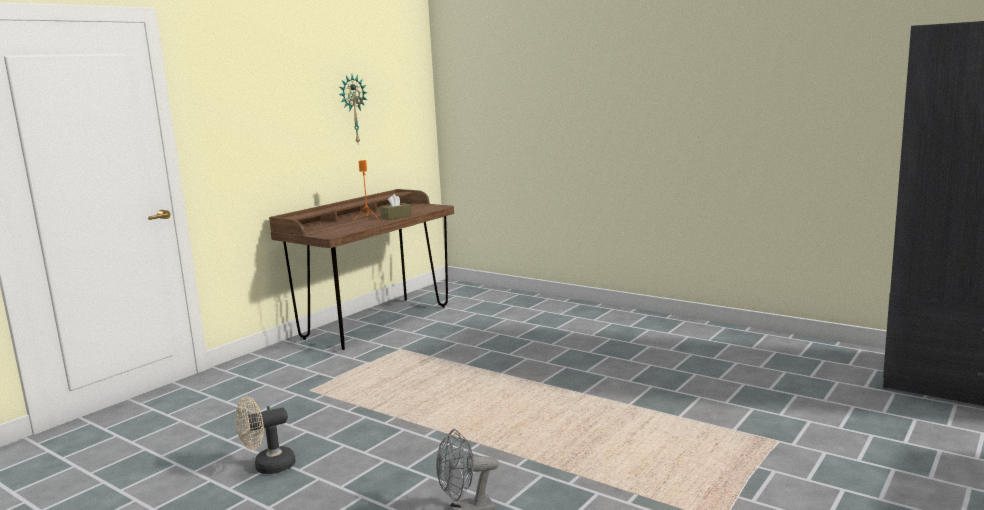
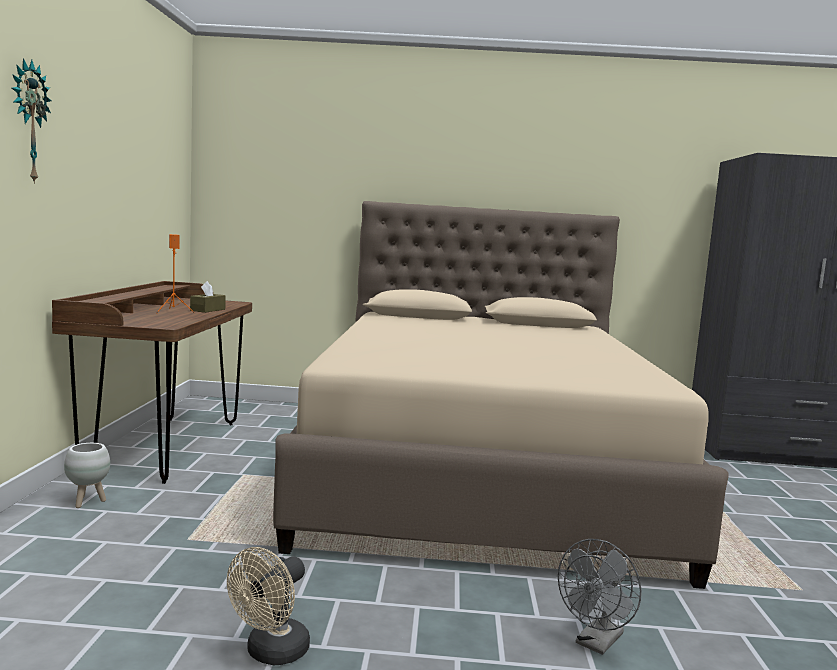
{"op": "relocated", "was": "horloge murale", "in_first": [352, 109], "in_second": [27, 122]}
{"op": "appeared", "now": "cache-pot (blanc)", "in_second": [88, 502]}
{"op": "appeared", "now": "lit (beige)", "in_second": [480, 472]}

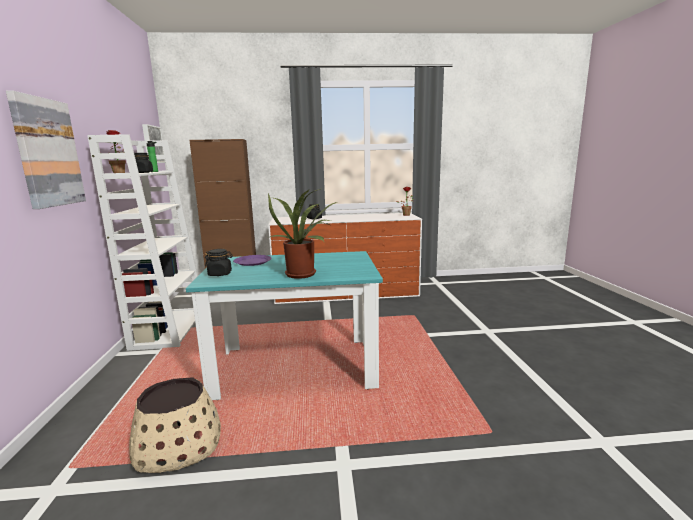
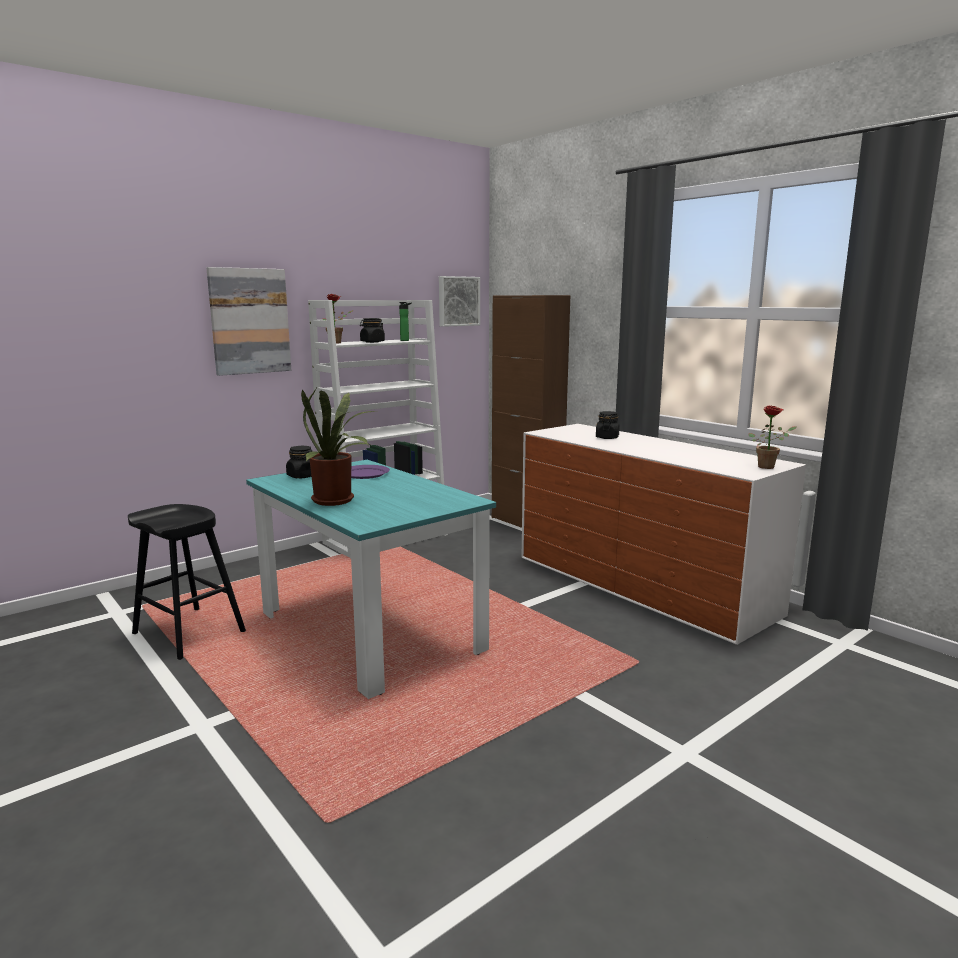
{"op": "exchanged", "was": "cache-pot (beige)", "now": "tabouret (noir)", "in_first": [178, 446], "in_second": [189, 632]}

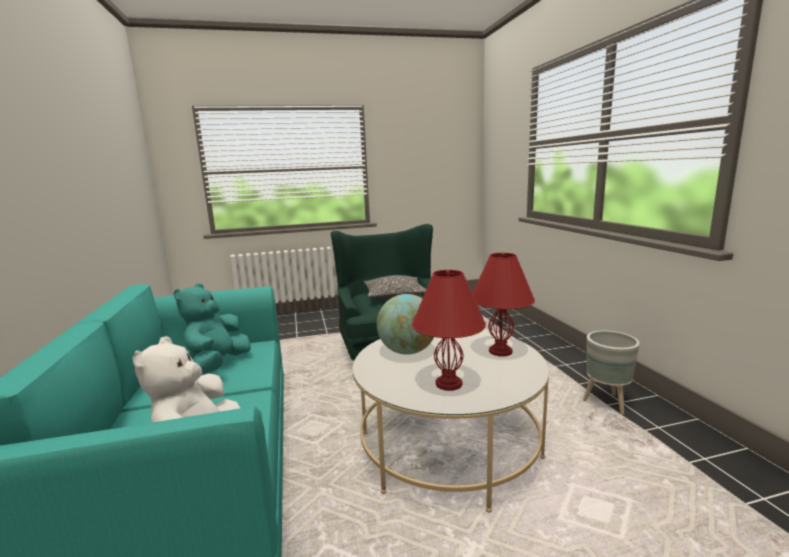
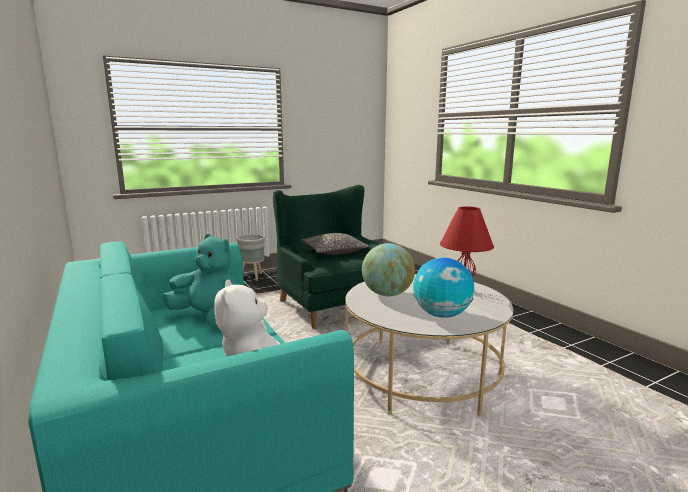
{"op": "spun", "was": "peluche (turquoise)", "in_first": [218, 365], "in_second": [208, 318], "clockwise": 120}
{"op": "relocated", "was": "cache-pot (gris)", "in_first": [607, 403], "in_second": [253, 277]}
{"op": "exchanged", "was": "lampe de table (rouge)", "now": "globe", "in_first": [449, 384], "in_second": [441, 315]}

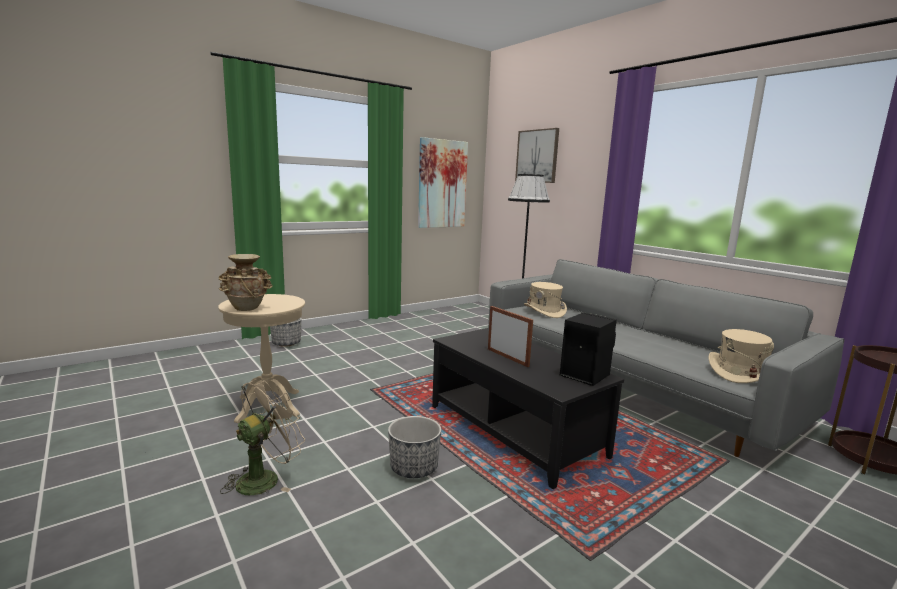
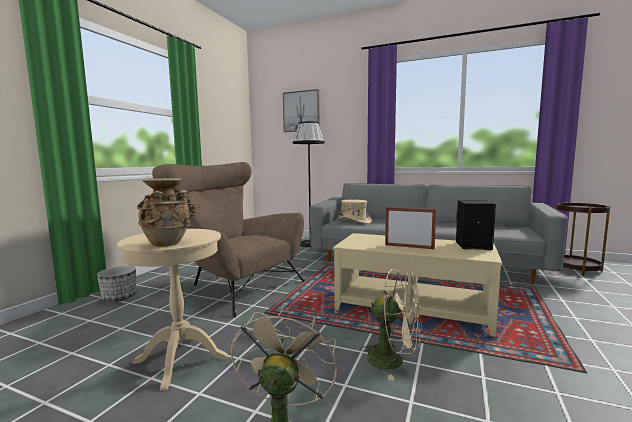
{"op": "appeared", "now": "fauteuil (marron)", "in_second": [234, 286]}
{"op": "colour", "was": "table basse (noir)", "now": "table basse (beige)", "in_first": [515, 430], "in_second": [412, 307]}
{"op": "exchanged", "was": "cache-pot", "now": "ventilateur (beige)", "in_first": [414, 468], "in_second": [393, 361]}
{"op": "missing", "was": "tableau", "in_first": [442, 184]}
{"op": "missing", "was": "chapeau (beige)", "in_first": [739, 372]}

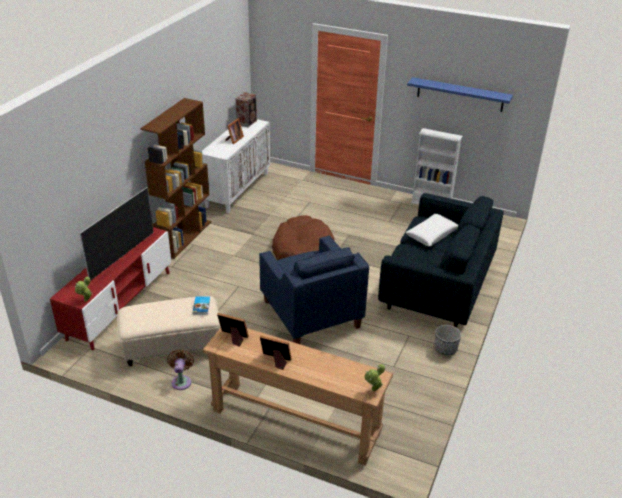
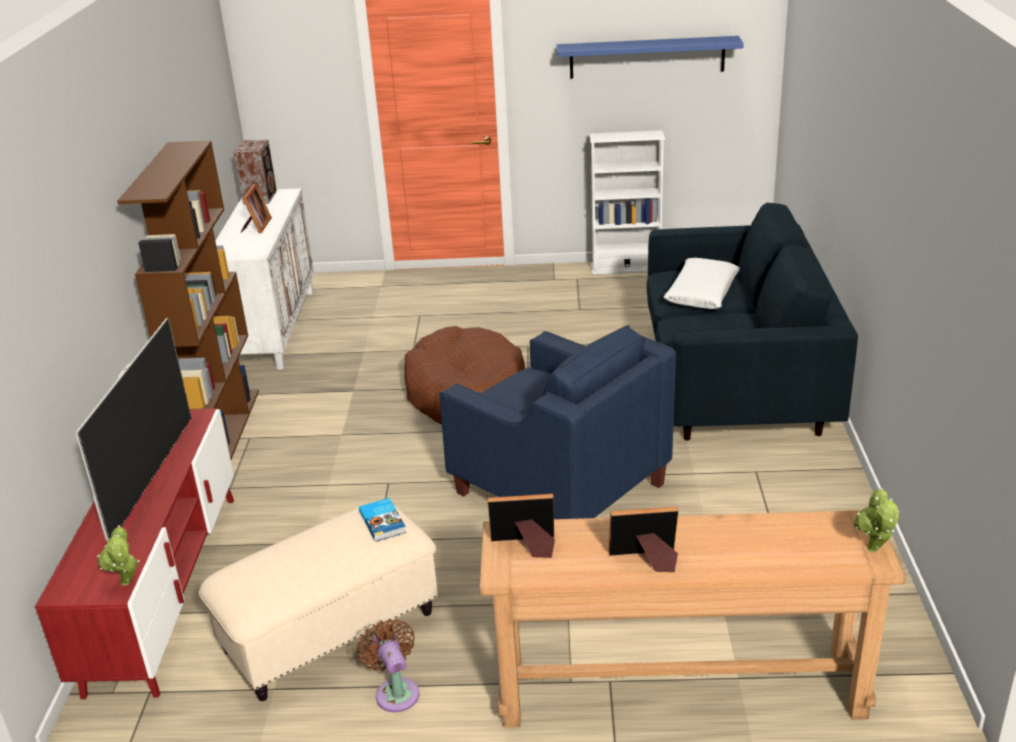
{"op": "missing", "was": "cache-pot", "in_first": [445, 349]}

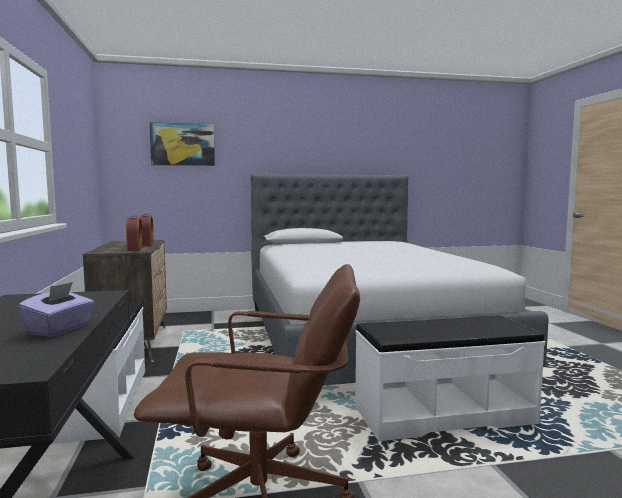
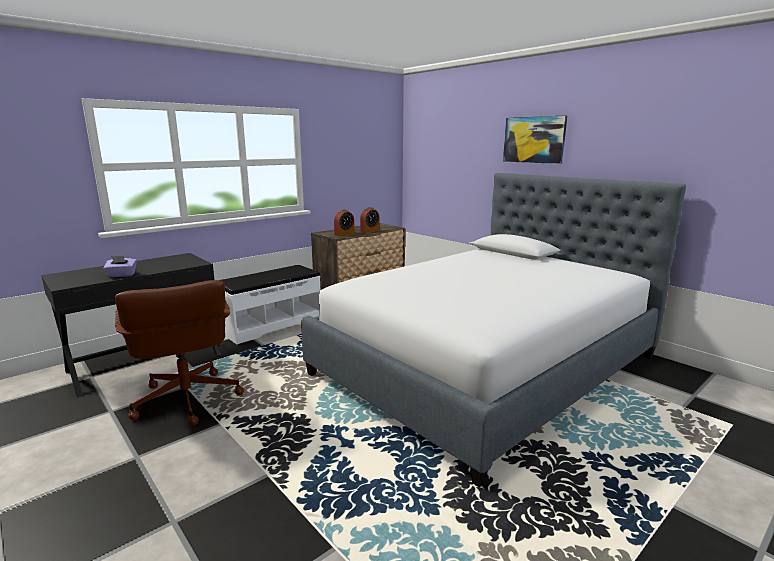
{"op": "relocated", "was": "tableau", "in_first": [182, 144], "in_second": [534, 140]}
{"op": "missing", "was": "banc (blanc)", "in_first": [442, 415]}

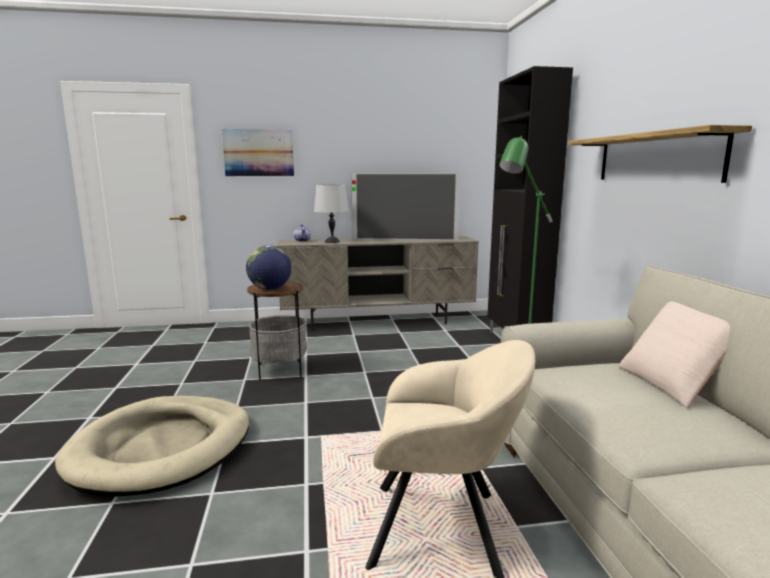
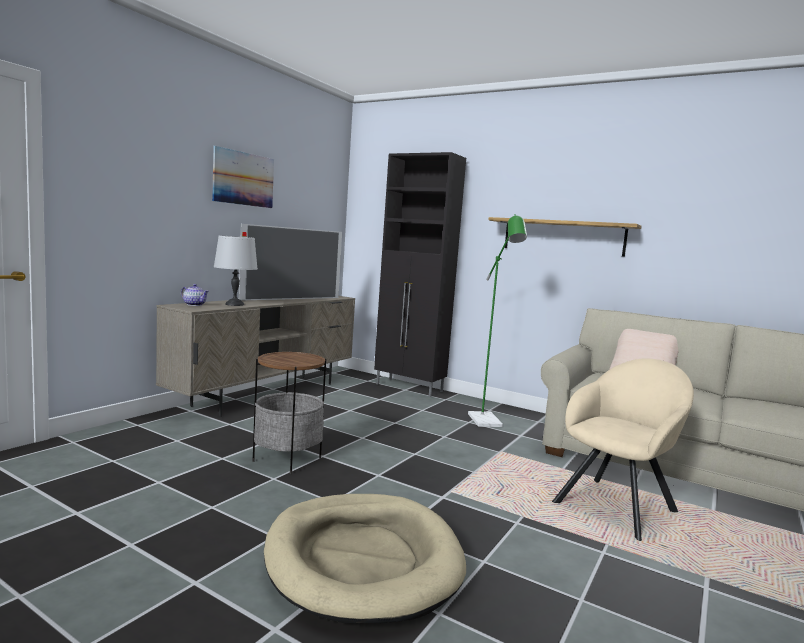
{"op": "relocated", "was": "tableau", "in_first": [258, 153], "in_second": [244, 179]}
{"op": "missing", "was": "globe", "in_first": [270, 289]}

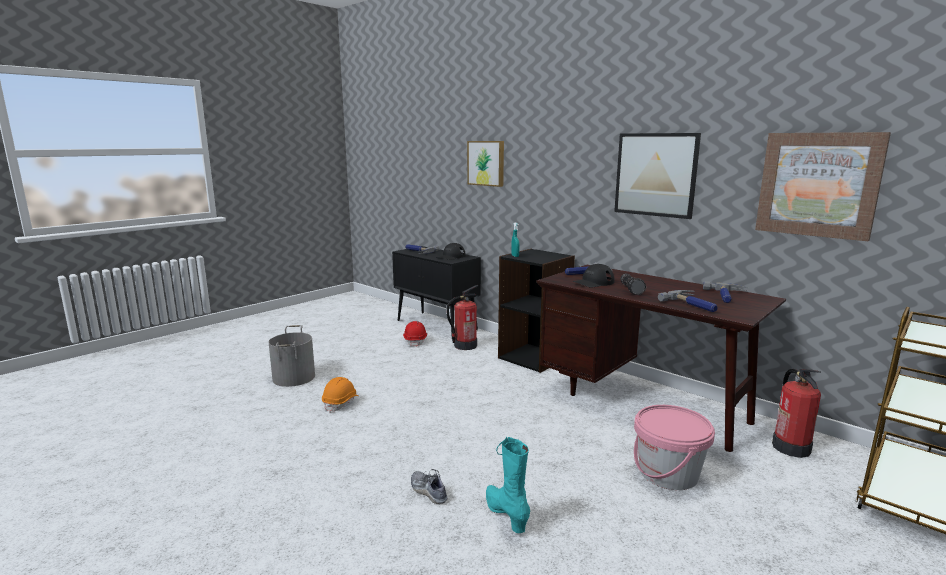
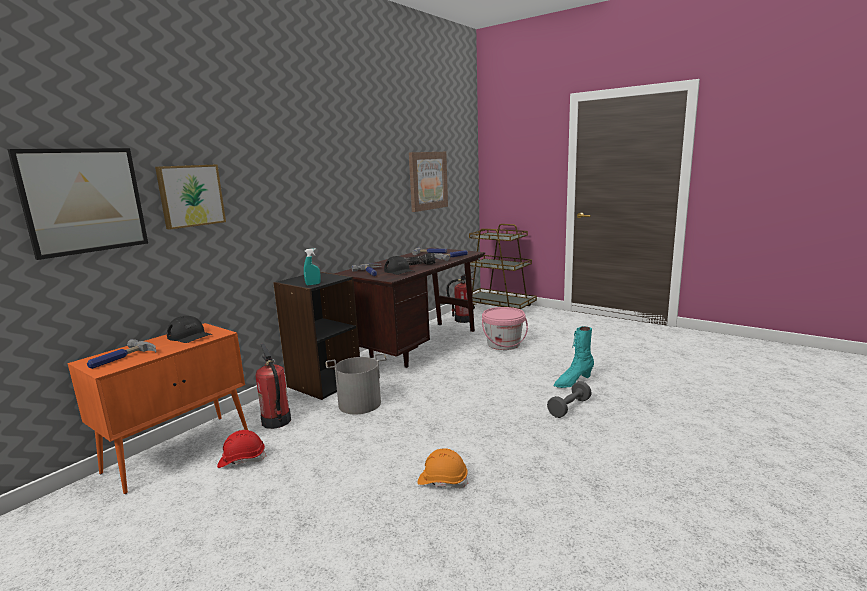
{"op": "relocated", "was": "tableau", "in_first": [655, 174], "in_second": [83, 201]}
{"op": "colour", "was": "meuble de rangement (noir)", "now": "meuble de rangement (orange)", "in_first": [437, 325], "in_second": [180, 451]}
{"op": "relocated", "was": "seau (gris)", "in_first": [293, 377], "in_second": [360, 404]}
{"op": "exchanged", "was": "chaussure", "now": "haltère (gris)", "in_first": [428, 491], "in_second": [569, 408]}

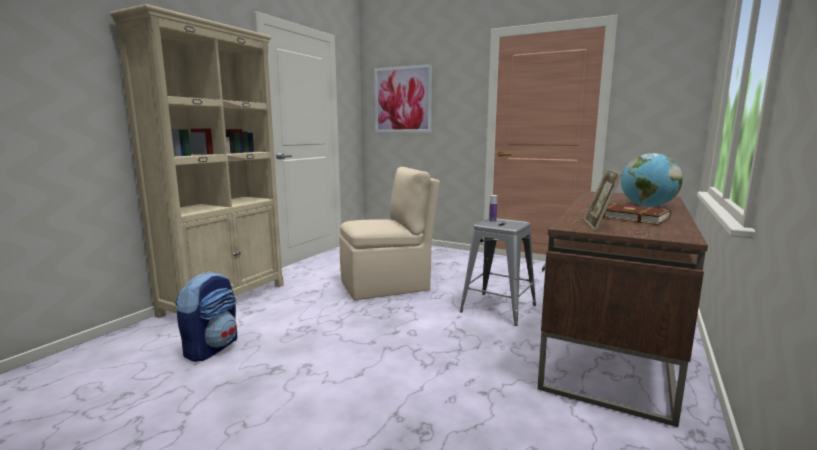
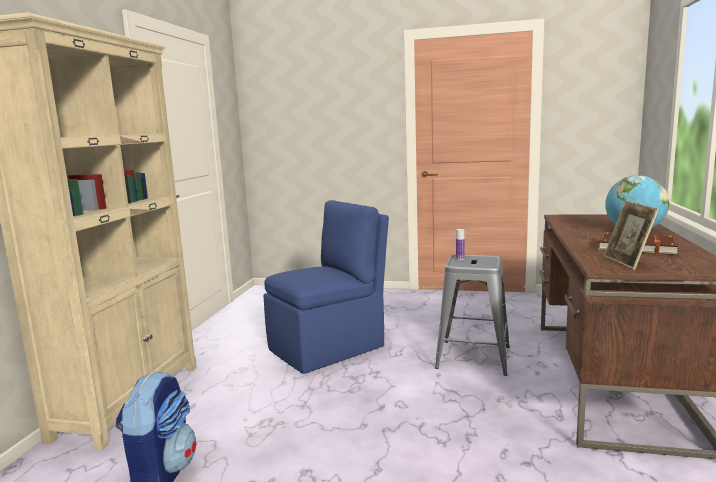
{"op": "colour", "was": "chaise (beige)", "now": "chaise (bleu)", "in_first": [387, 285], "in_second": [329, 347]}
{"op": "missing", "was": "tableau", "in_first": [402, 100]}

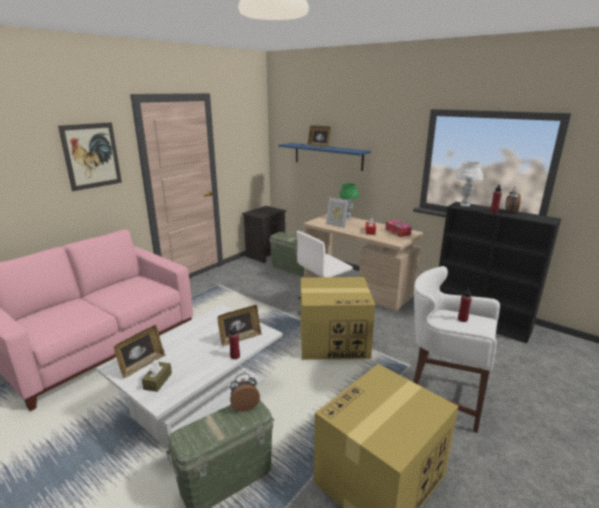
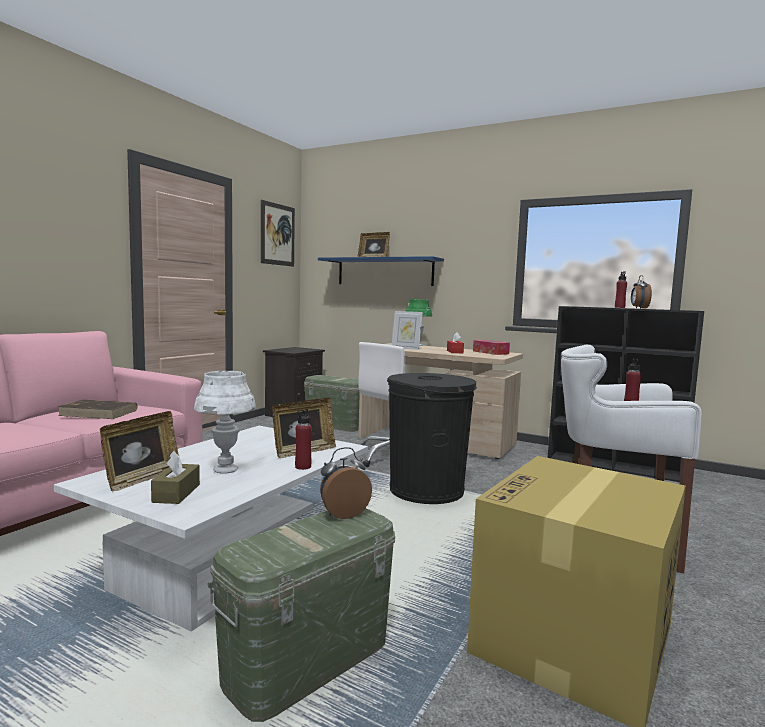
{"op": "appeared", "now": "livre (marron)", "in_second": [99, 413]}
{"op": "relocated", "was": "lampe de table (blanc)", "in_first": [464, 205], "in_second": [225, 470]}
{"op": "relocated", "was": "tableau", "in_first": [91, 156], "in_second": [277, 234]}
{"op": "exchanged", "was": "carton", "now": "poubelle (noir)", "in_first": [334, 341], "in_second": [426, 490]}

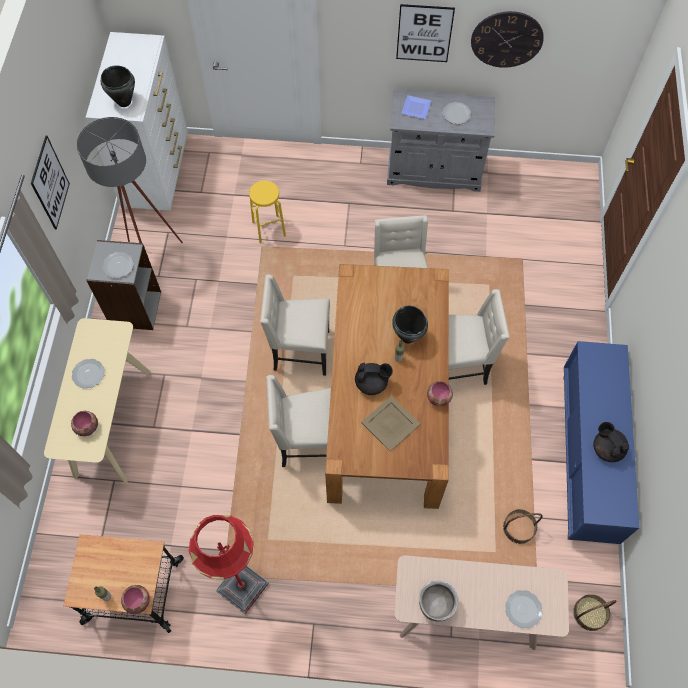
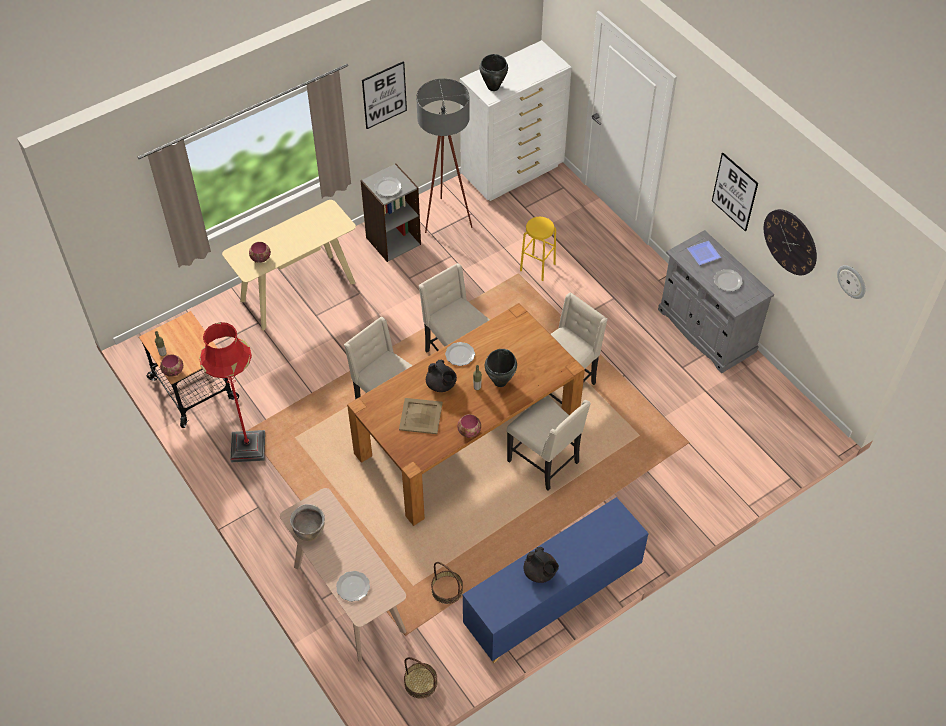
{"op": "relocated", "was": "assiette", "in_first": [88, 374], "in_second": [459, 354]}
{"op": "spun", "was": "théière (noir)", "in_first": [607, 448], "in_second": [540, 572], "clockwise": 120}
{"op": "appeared", "now": "horloge murale", "in_second": [852, 281]}

